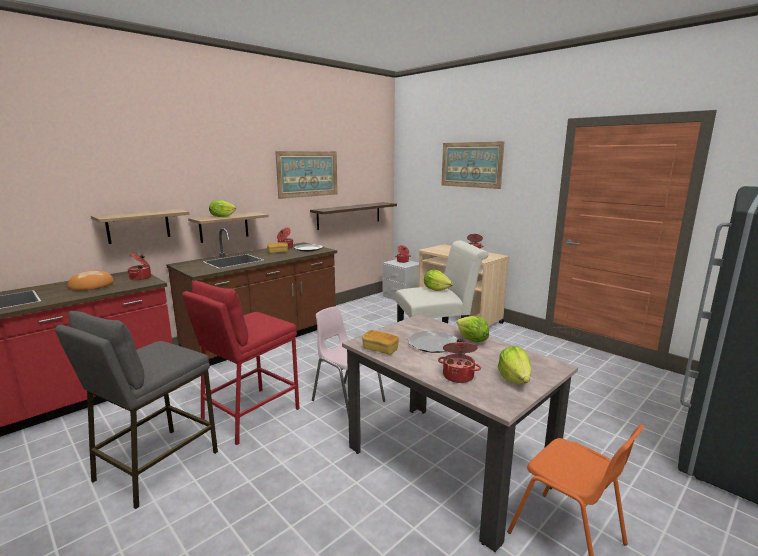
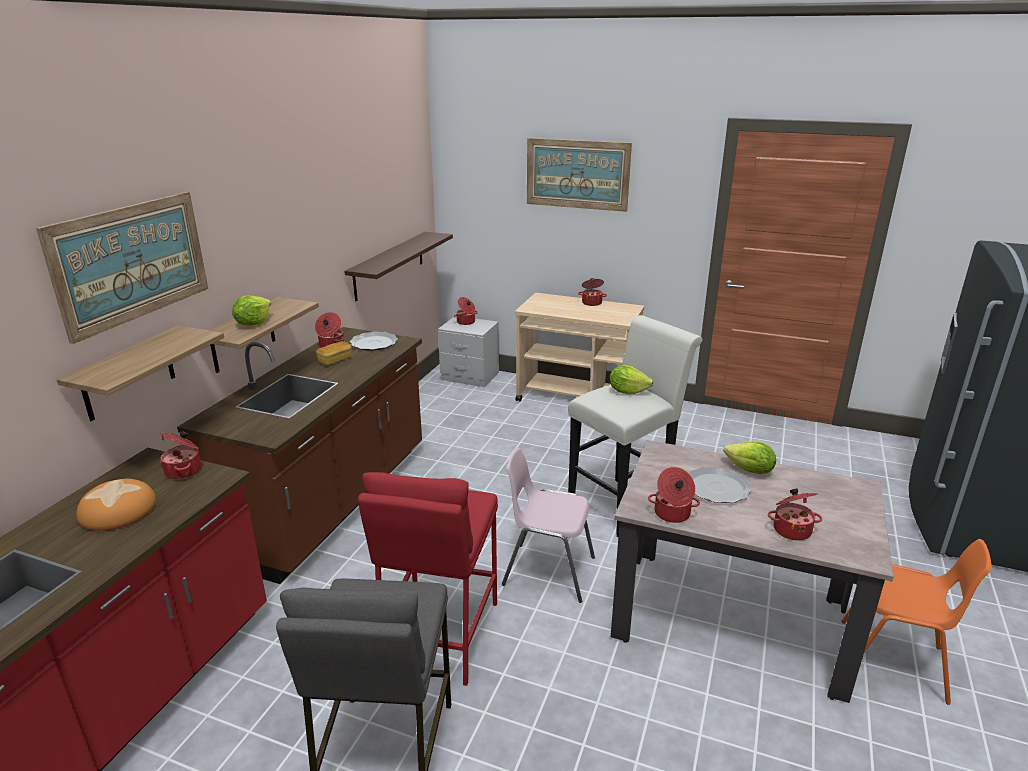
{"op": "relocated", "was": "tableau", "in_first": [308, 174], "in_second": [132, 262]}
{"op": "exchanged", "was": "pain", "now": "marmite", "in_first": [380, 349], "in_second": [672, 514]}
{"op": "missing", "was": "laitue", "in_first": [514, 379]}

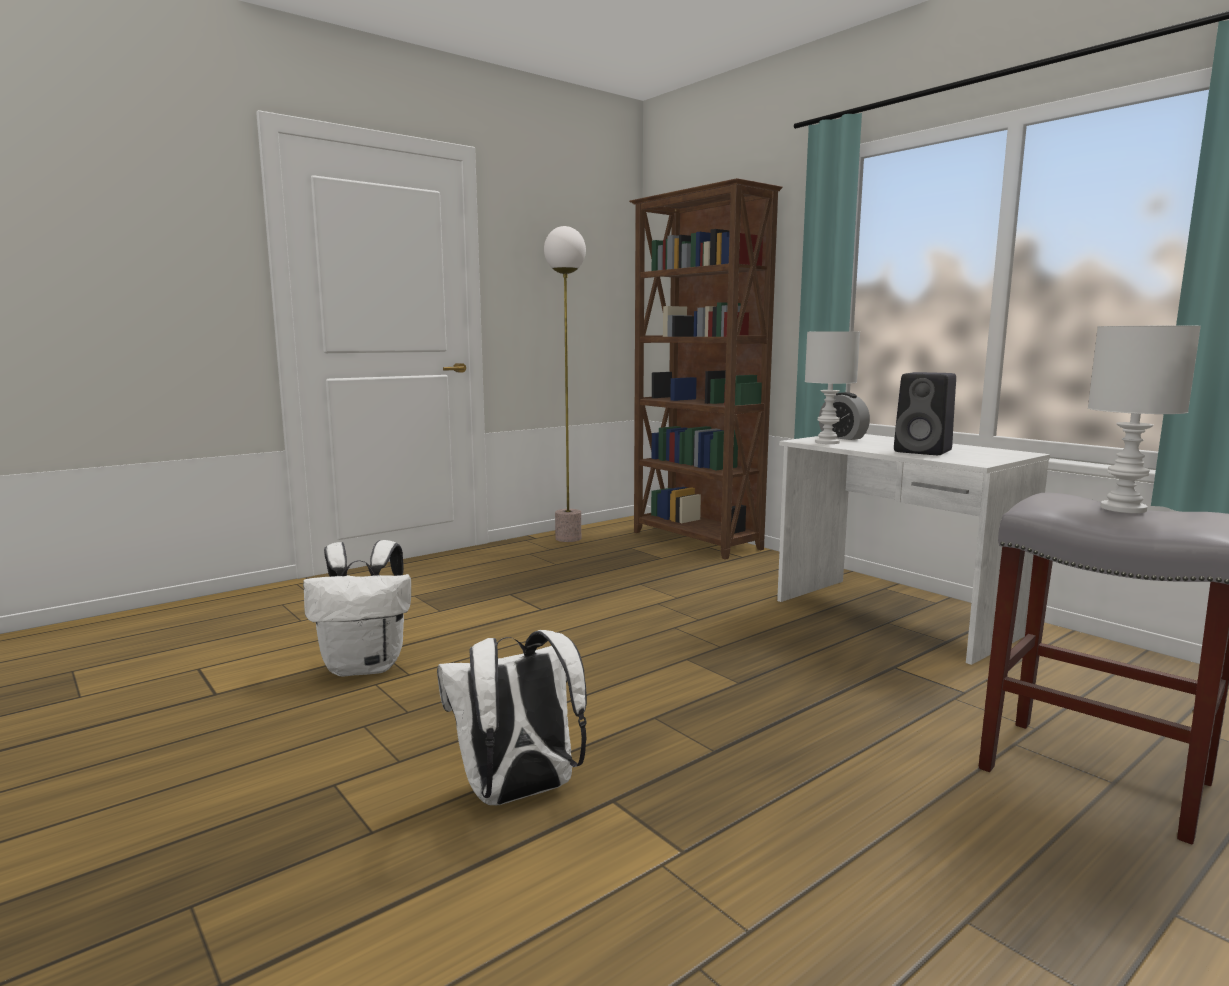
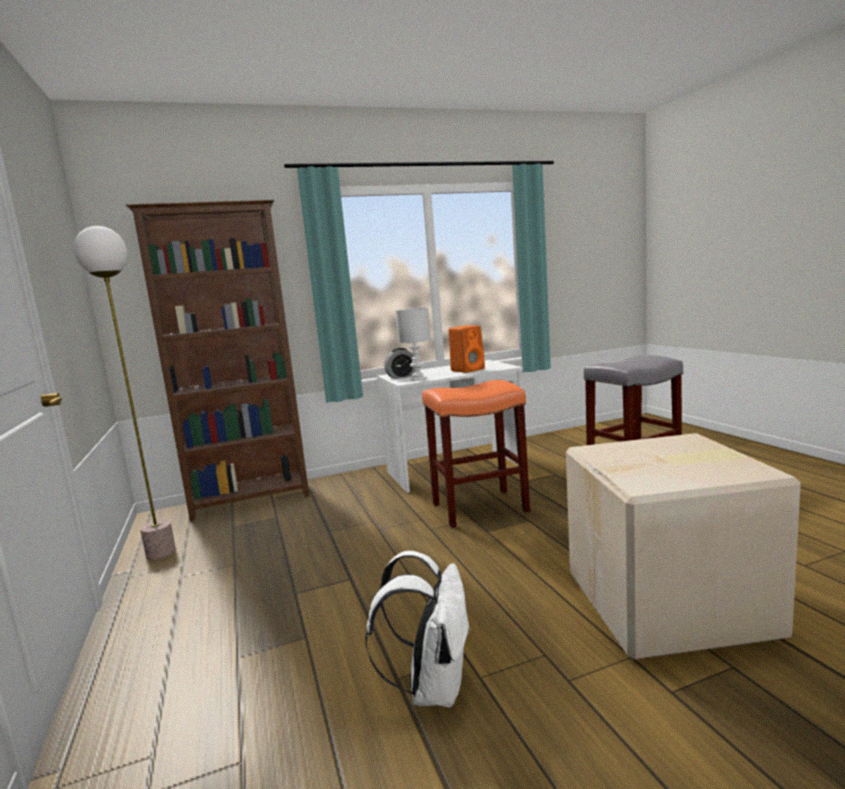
{"op": "appeared", "now": "tabouret (orange)", "in_second": [478, 508]}
{"op": "colour", "was": "enceinte (noir)", "now": "enceinte (orange)", "in_first": [924, 451], "in_second": [468, 370]}
{"op": "exchanged", "was": "sac à dos (blanc)", "now": "carton", "in_first": [518, 794], "in_second": [671, 604]}
{"op": "missing", "was": "lampe de table (blanc)", "in_first": [1121, 509]}

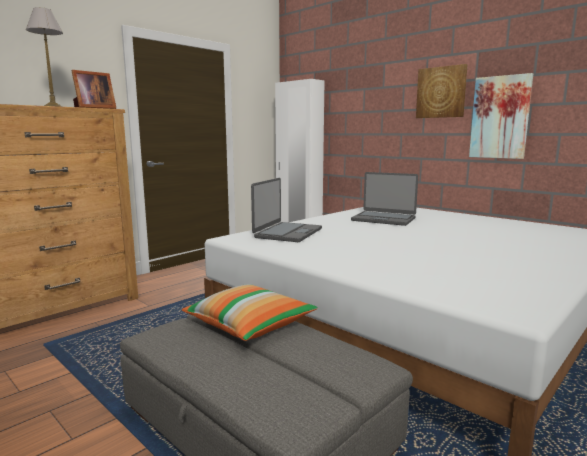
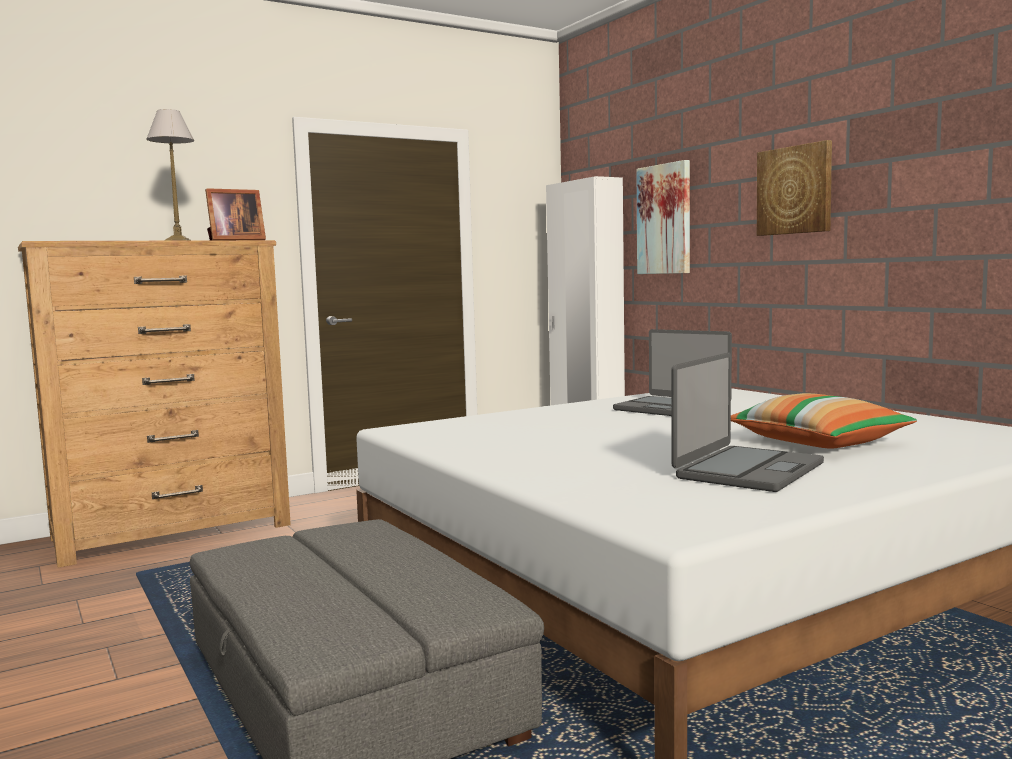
{"op": "relocated", "was": "tableau", "in_first": [500, 117], "in_second": [664, 219]}
{"op": "relocated", "was": "ordinateur portable", "in_first": [287, 233], "in_second": [747, 470]}
{"op": "relocated", "was": "coussin", "in_first": [250, 325], "in_second": [819, 442]}

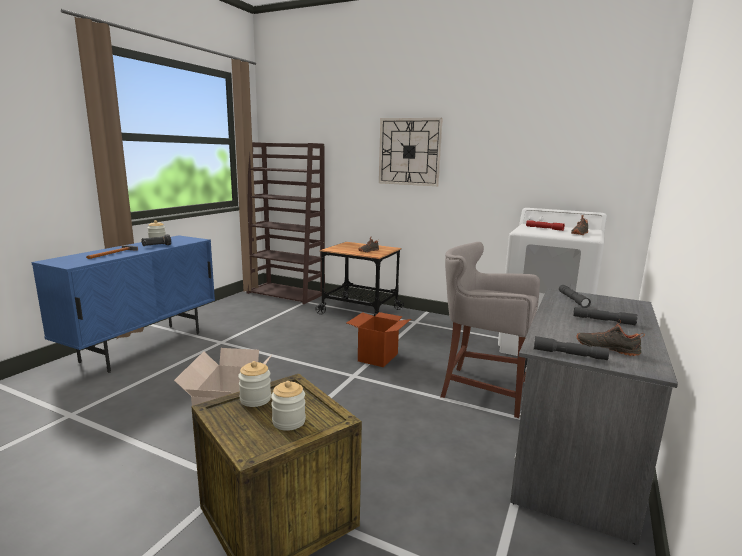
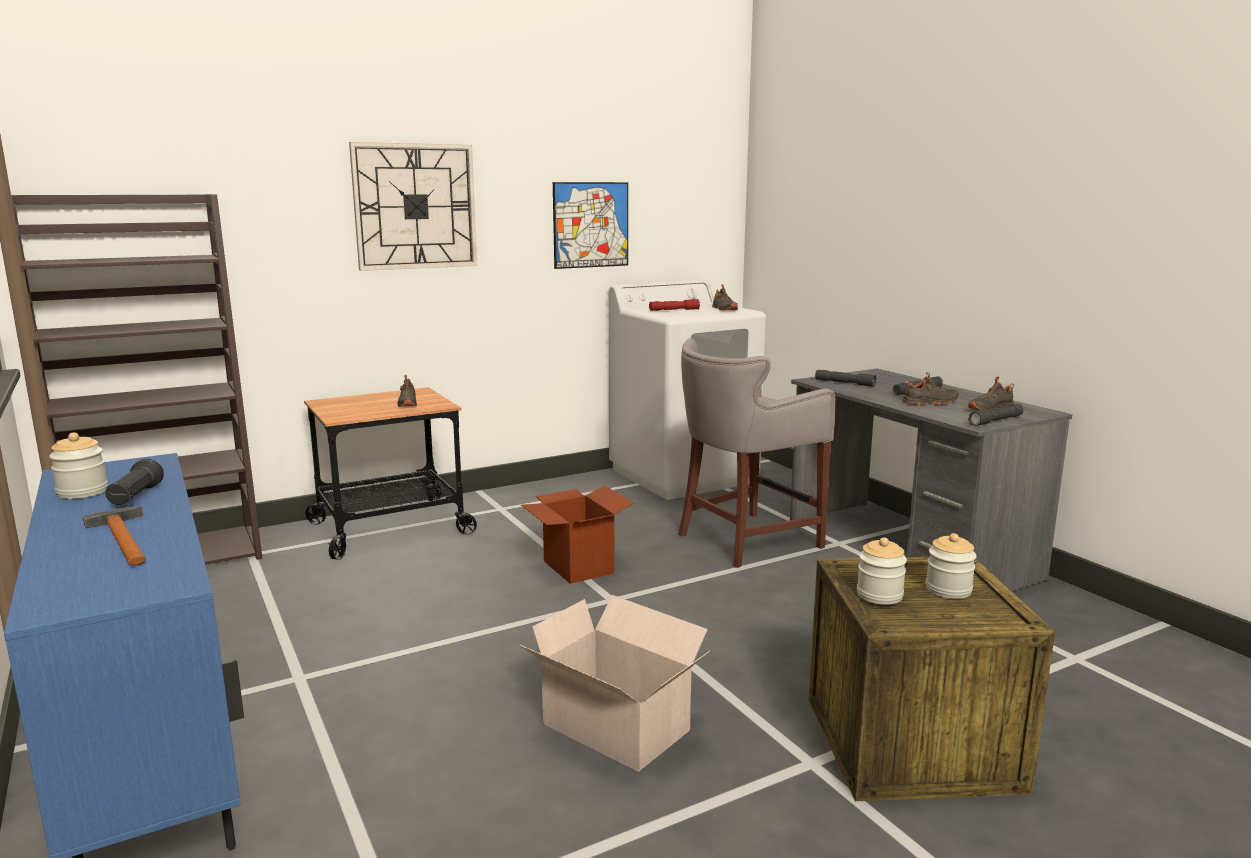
{"op": "appeared", "now": "tableau", "in_second": [591, 225]}
{"op": "appeared", "now": "chaussure (noir)", "in_second": [931, 403]}

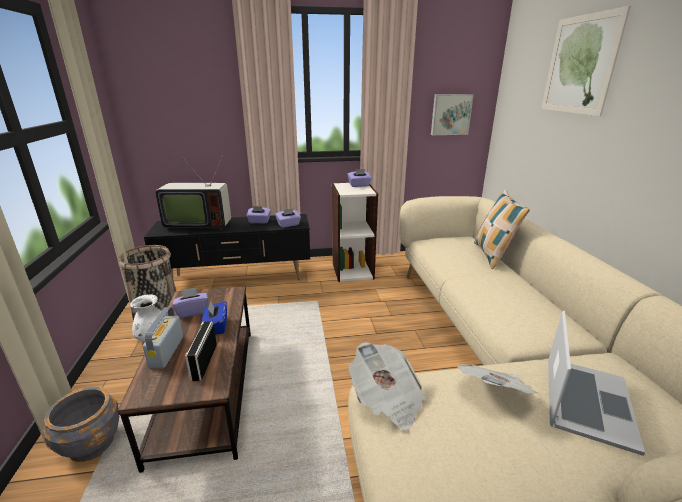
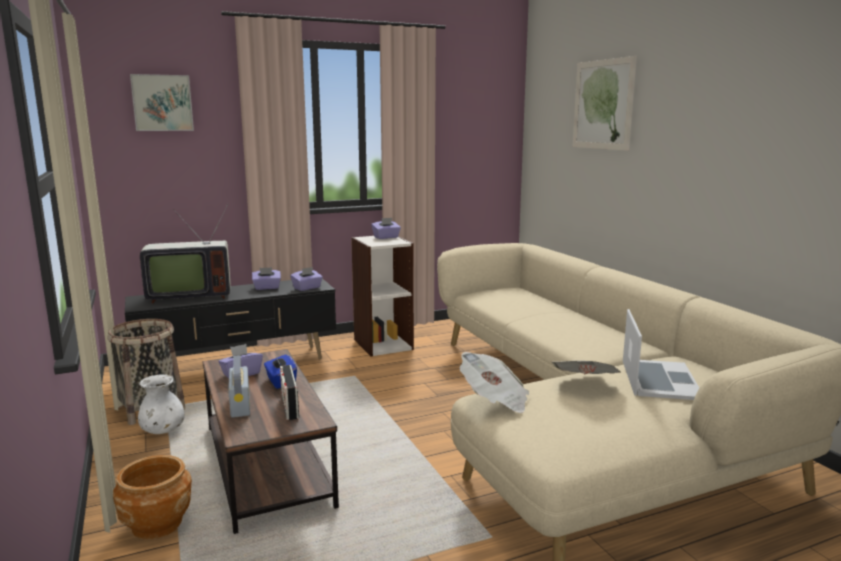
{"op": "colour", "was": "cache-pot (gris)", "now": "cache-pot (marron)", "in_first": [91, 444], "in_second": [157, 524]}
{"op": "relocated", "was": "tableau", "in_first": [450, 114], "in_second": [162, 103]}
{"op": "missing", "was": "coussin", "in_first": [493, 255]}

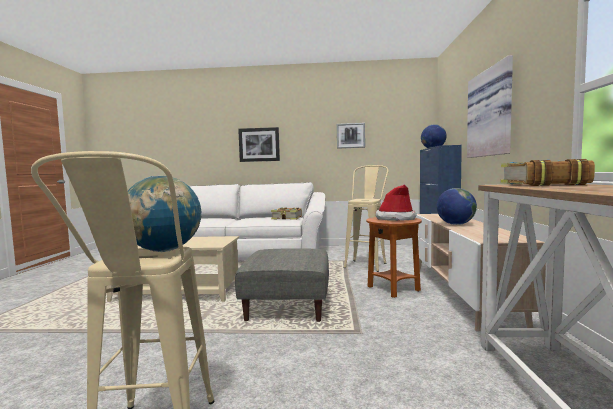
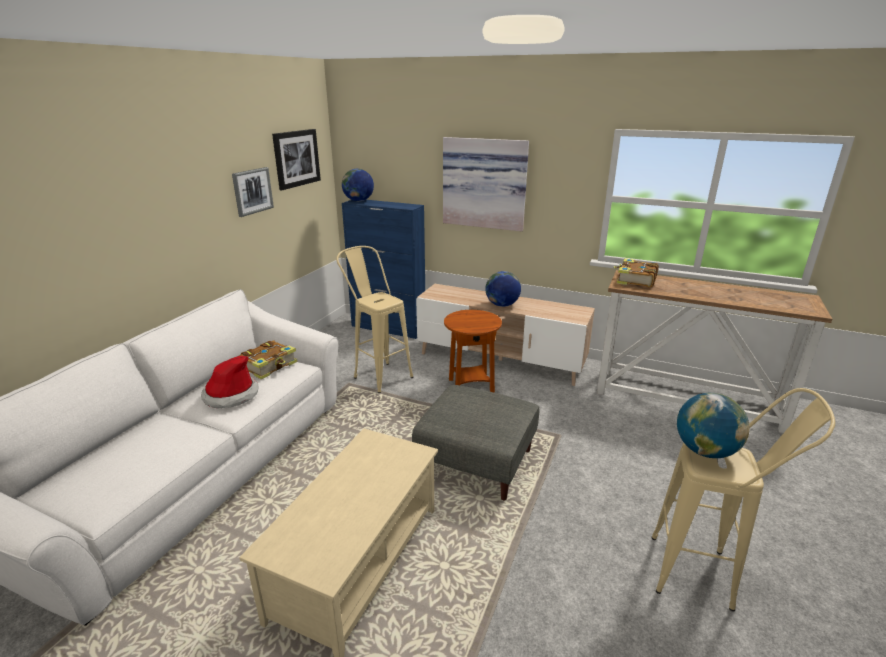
{"op": "relocated", "was": "chapeau", "in_first": [395, 218], "in_second": [231, 395]}
{"op": "relocated", "was": "tableau", "in_first": [259, 144], "in_second": [296, 158]}

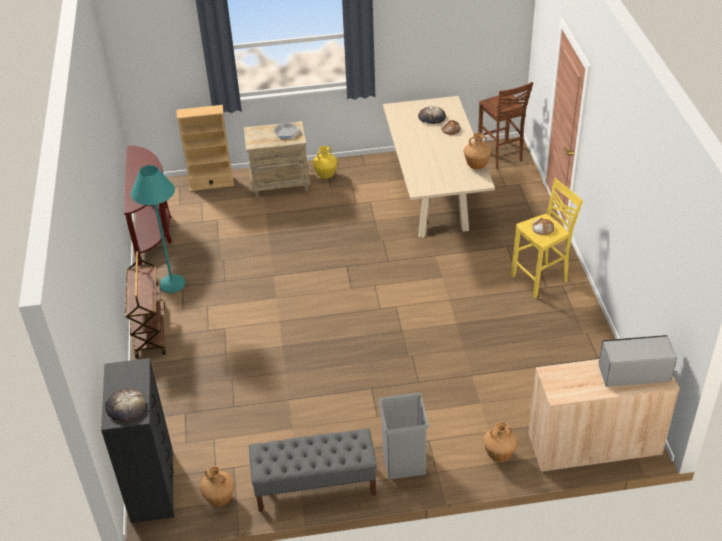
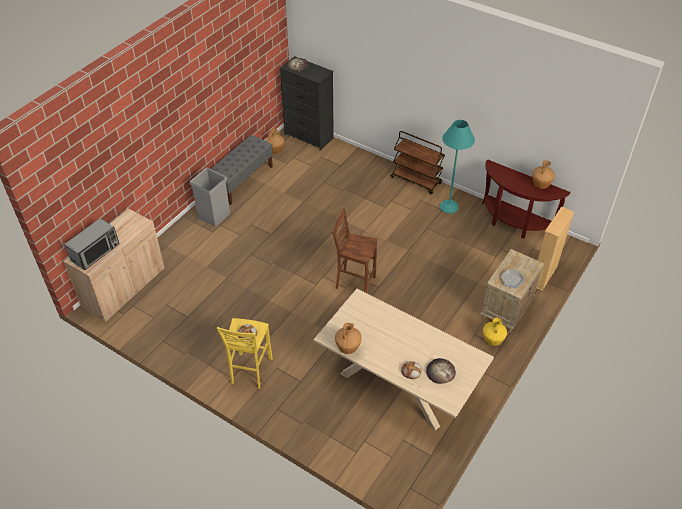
{"op": "relocated", "was": "tabouret (marron)", "in_first": [500, 156], "in_second": [354, 282]}
{"op": "relocated", "was": "vase (marron)", "in_first": [499, 455], "in_second": [540, 186]}

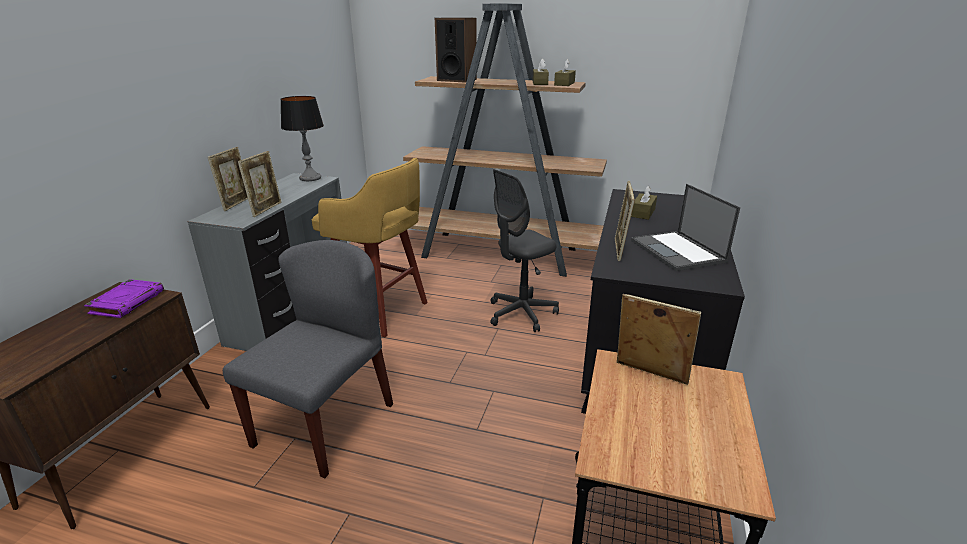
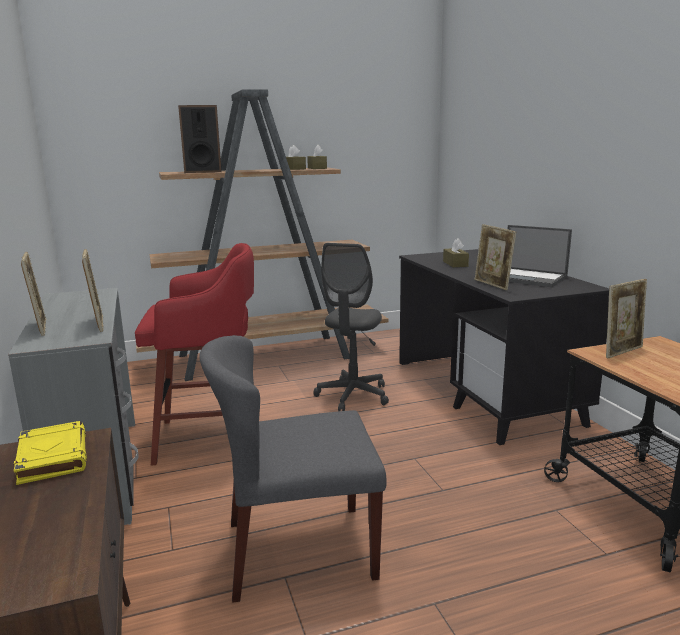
{"op": "colour", "was": "livre (violet)", "now": "livre (jaune)", "in_first": [127, 302], "in_second": [52, 457]}
{"op": "colour", "was": "tabouret (jaune)", "now": "tabouret (rouge)", "in_first": [380, 311], "in_second": [209, 438]}
{"op": "spun", "was": "chaise (gris)", "in_first": [325, 423], "in_second": [298, 550], "clockwise": -90}
{"op": "spun", "was": "cadre photo", "in_first": [649, 374], "in_second": [622, 351], "clockwise": 150}
{"op": "missing", "was": "lampe de table", "in_first": [310, 178]}

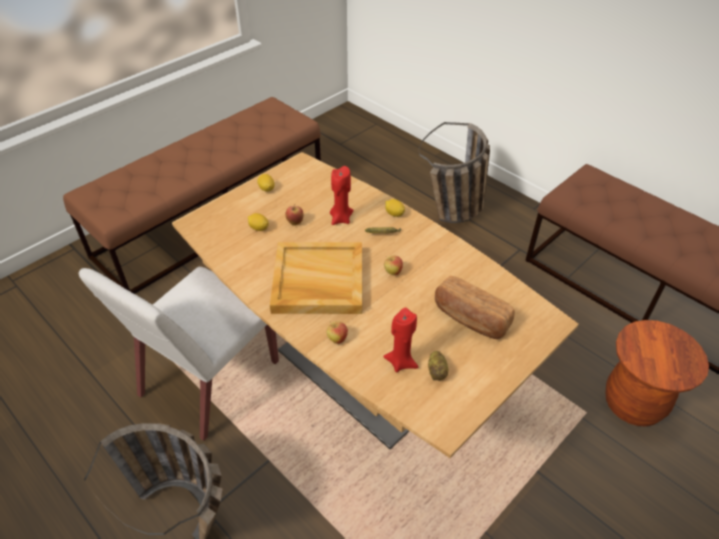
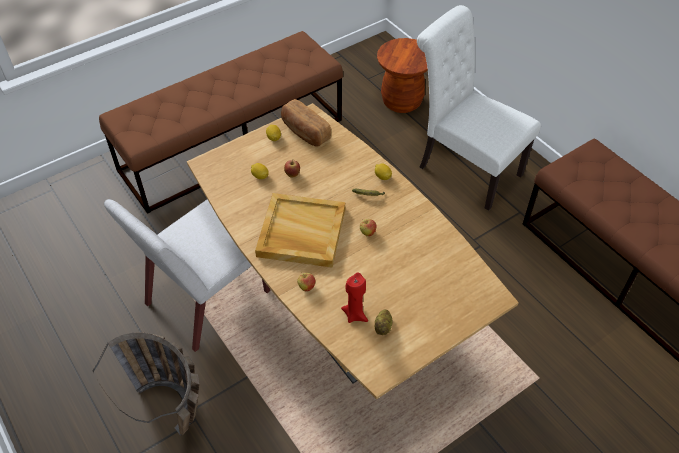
{"op": "relocated", "was": "pain", "in_first": [470, 318], "in_second": [305, 132]}
{"op": "relocated", "was": "tabouret (marron)", "in_first": [633, 403], "in_second": [401, 101]}
{"op": "exchanged", "was": "panier", "now": "chaise (blanc)", "in_first": [454, 215], "in_second": [464, 168]}
{"op": "missing", "was": "bougie (rouge)", "in_first": [341, 219]}

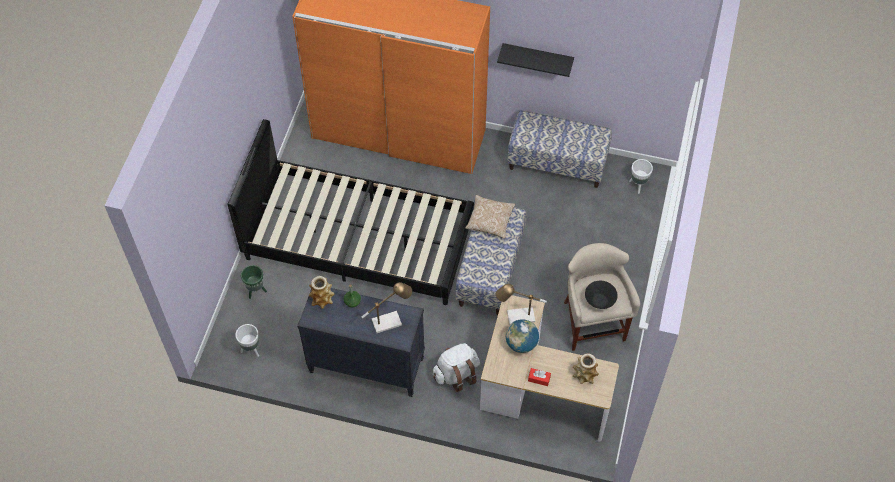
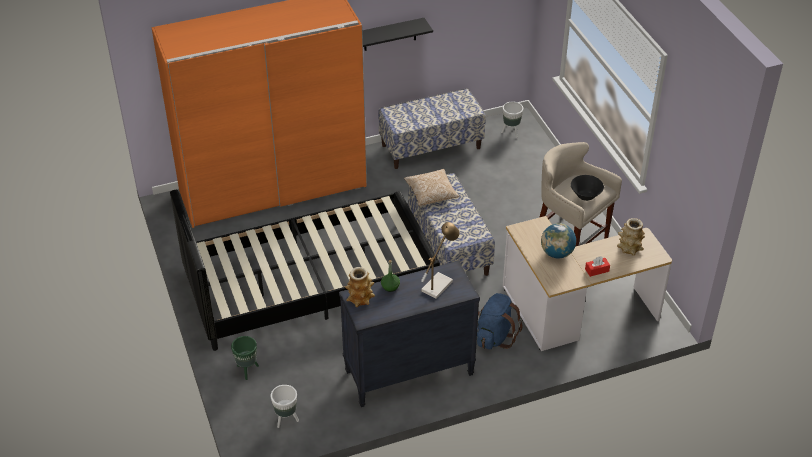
{"op": "colour", "was": "sac à dos (blanc)", "now": "sac à dos (bleu)", "in_first": [456, 374], "in_second": [494, 337]}
{"op": "missing", "was": "lampe de table", "in_first": [517, 317]}

